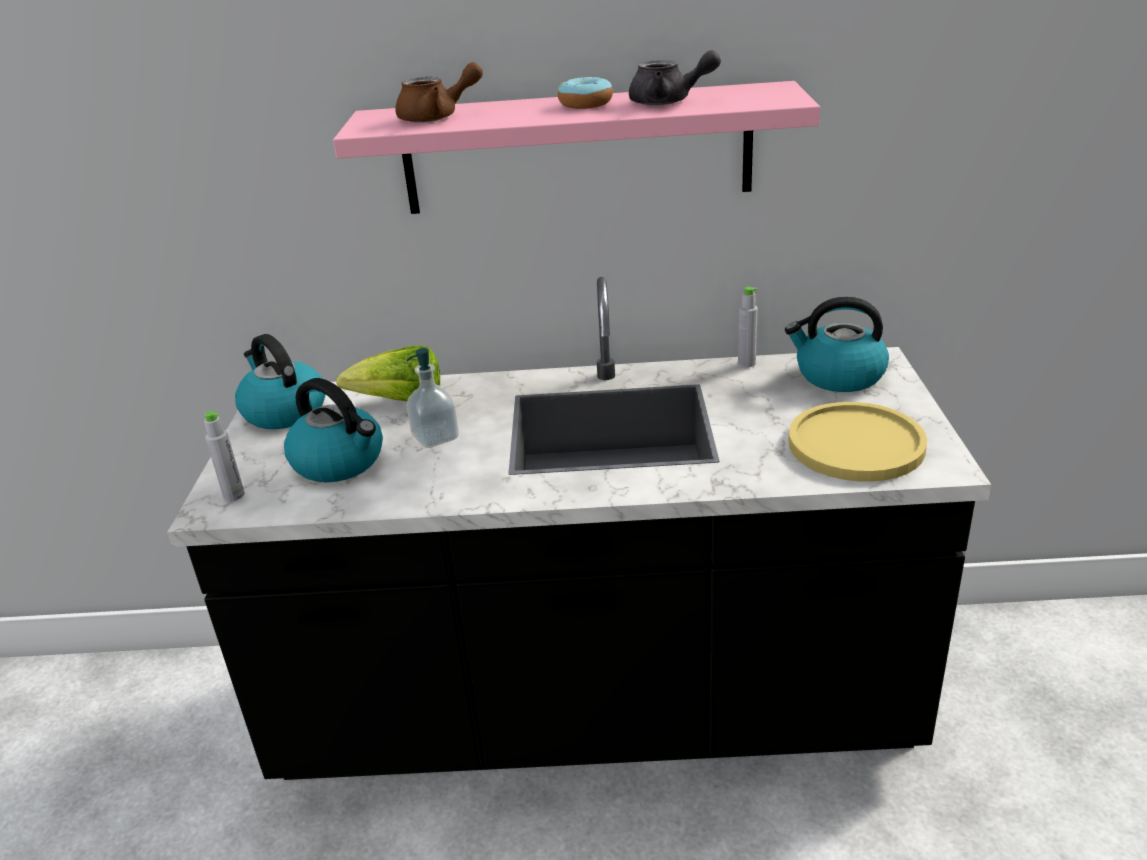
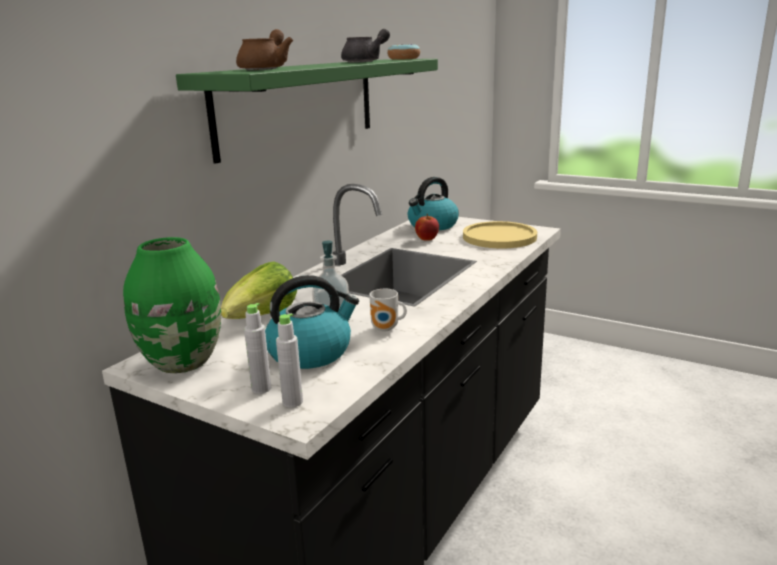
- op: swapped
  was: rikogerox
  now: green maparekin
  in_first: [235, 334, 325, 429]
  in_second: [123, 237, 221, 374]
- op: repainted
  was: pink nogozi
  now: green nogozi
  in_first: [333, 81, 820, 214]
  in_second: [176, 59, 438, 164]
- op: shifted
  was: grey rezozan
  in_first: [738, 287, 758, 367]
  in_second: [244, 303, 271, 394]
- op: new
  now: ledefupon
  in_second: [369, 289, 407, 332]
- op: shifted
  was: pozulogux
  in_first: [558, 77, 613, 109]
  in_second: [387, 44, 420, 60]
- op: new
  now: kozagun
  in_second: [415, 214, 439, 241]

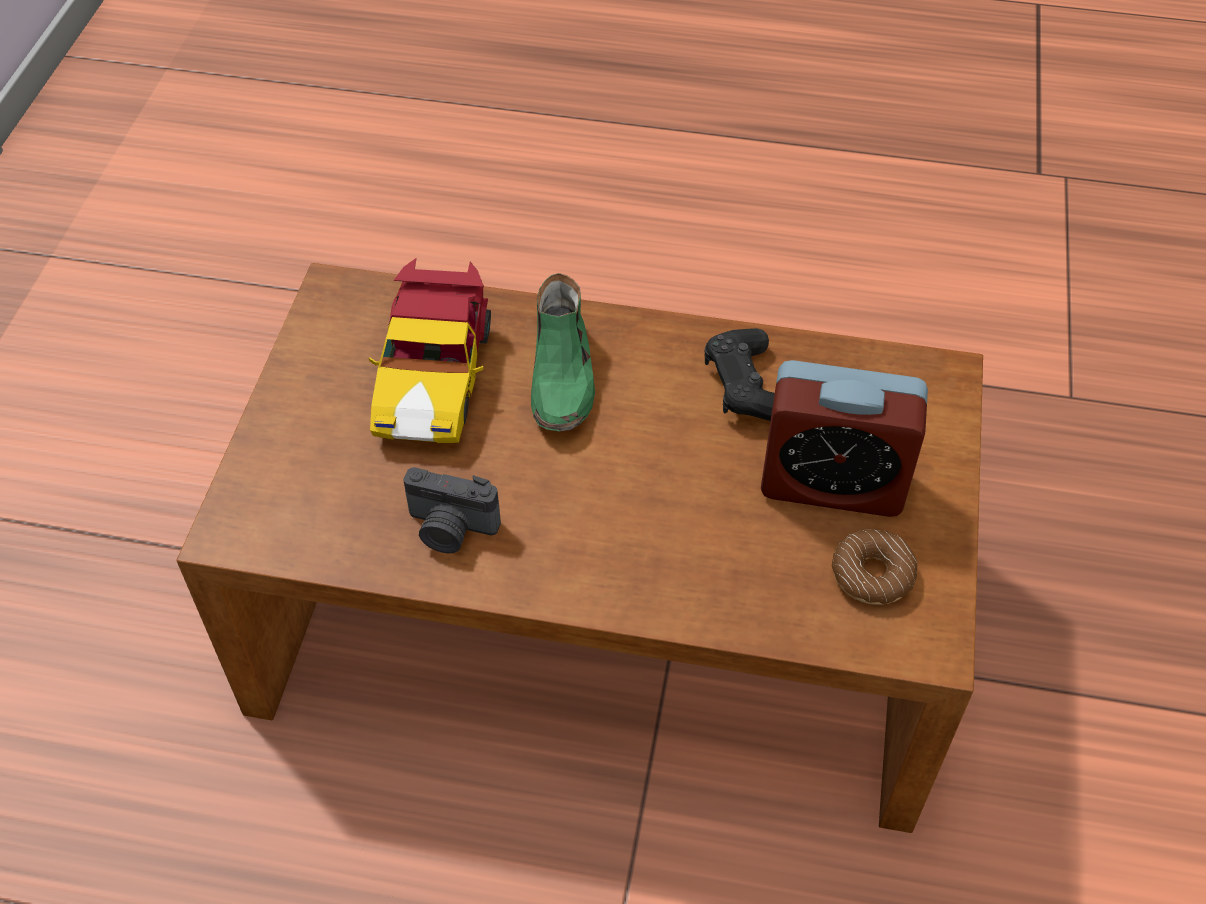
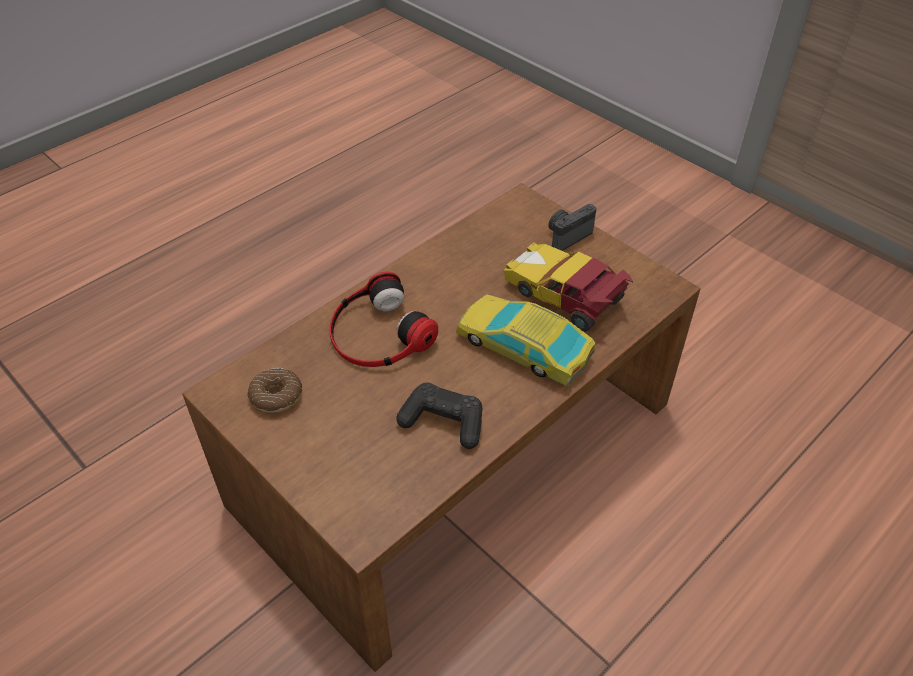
- op: new
  now: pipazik
  in_second: [330, 272, 438, 367]
- op: swapped
  was: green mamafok
  now: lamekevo
  in_first: [531, 273, 595, 431]
  in_second: [456, 294, 595, 387]
- op: shifted
  was: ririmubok
  in_first: [403, 467, 501, 553]
  in_second: [548, 204, 596, 251]
- op: gone
  was: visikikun
  in_first: [761, 360, 928, 517]

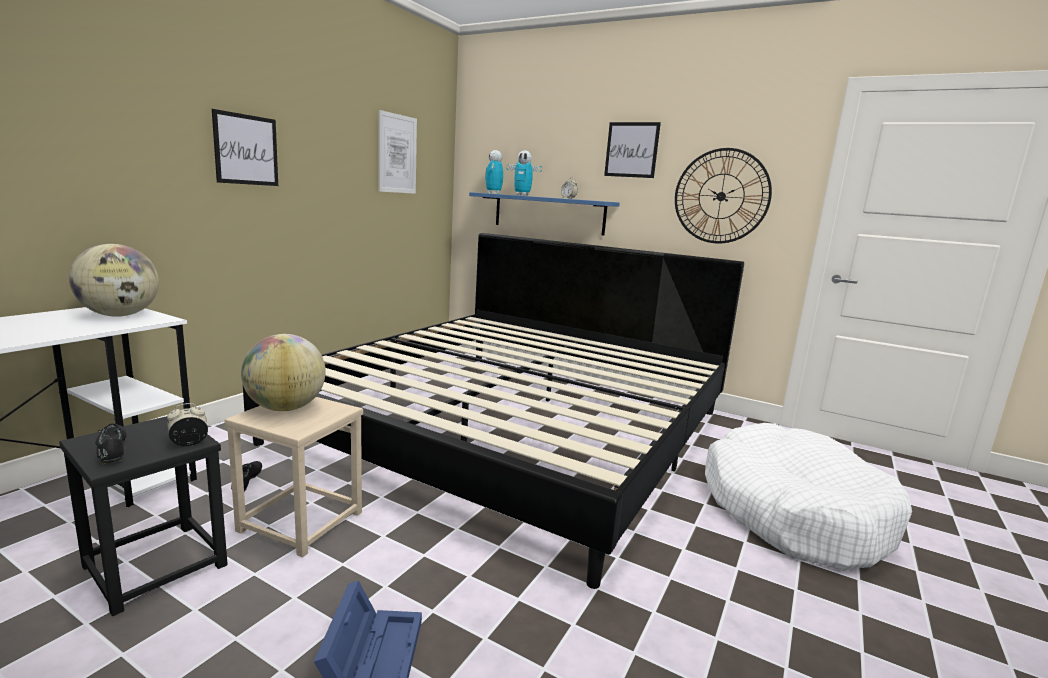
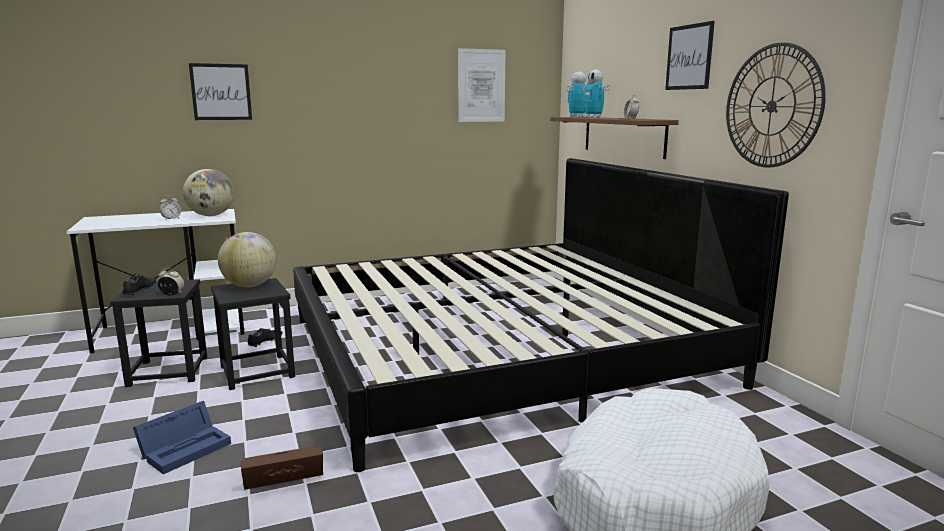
- op: new
  now: visikikun
  in_second: [160, 195, 181, 219]
- op: shifted
  was: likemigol
  in_first: [212, 109, 278, 186]
  in_second: [189, 63, 252, 120]
- op: repainted
  was: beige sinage
  now: black sinage
  in_first: [224, 397, 363, 557]
  in_second: [211, 278, 295, 390]
- op: new
  now: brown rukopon
  in_second: [241, 446, 323, 490]
- op: repainted
  was: blue nogozi
  now: brown nogozi
  in_first: [469, 192, 620, 236]
  in_second: [550, 117, 679, 159]

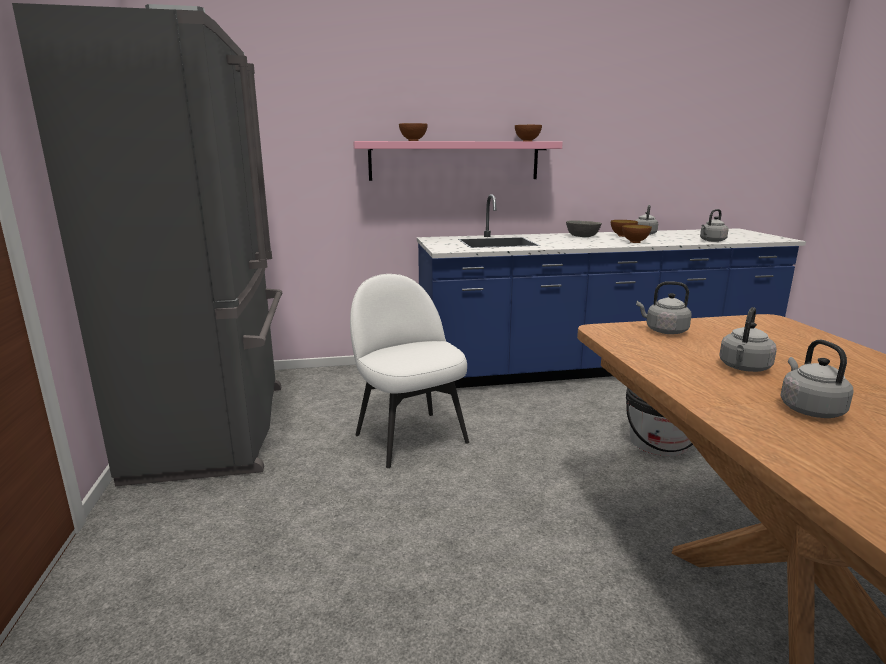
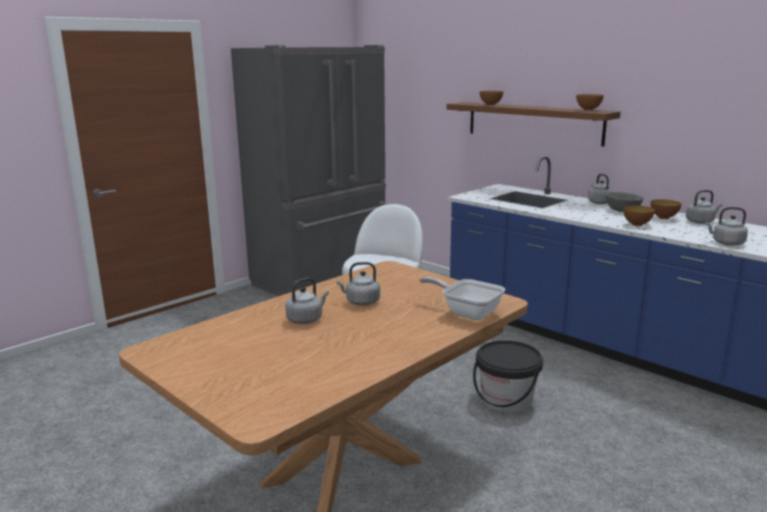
- op: new
  now: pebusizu
  in_second: [419, 277, 505, 320]
- op: repainted
  was: pink nogozi
  now: brown nogozi
  in_first: [353, 141, 563, 181]
  in_second: [447, 102, 620, 146]
- op: shifted
  was: grey rikogerox
  in_first: [636, 281, 692, 334]
  in_second: [588, 174, 613, 204]

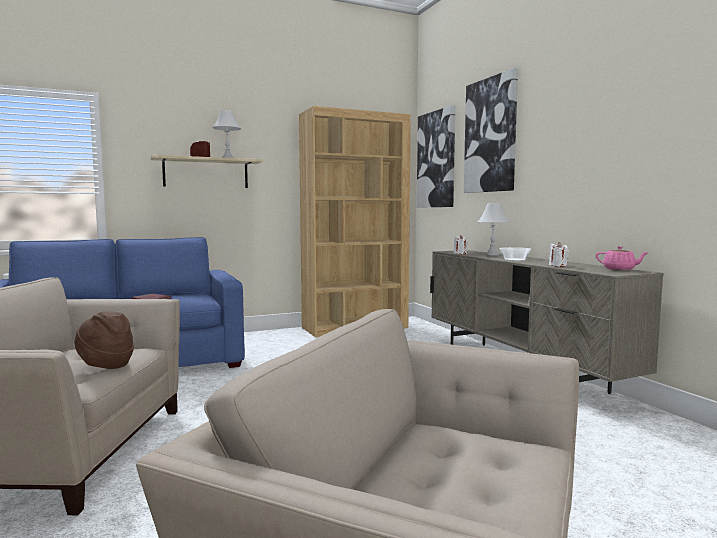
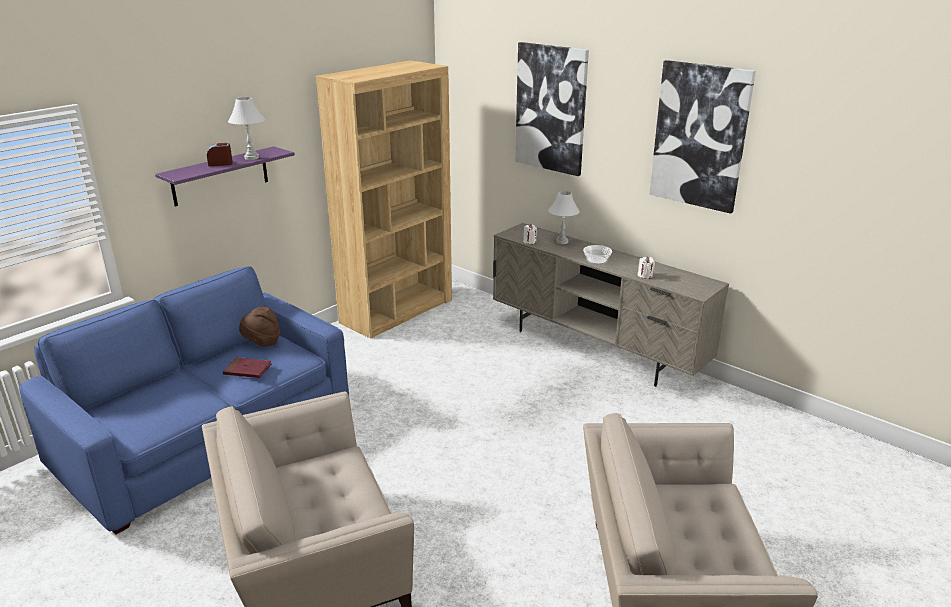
- op: repainted
  was: beige nogozi
  now: purple nogozi
  in_first: [151, 155, 263, 188]
  in_second: [155, 146, 295, 207]
- op: shifted
  was: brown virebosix
  in_first: [74, 311, 134, 369]
  in_second: [239, 307, 280, 346]
- op: shifted
  was: likemigol
  in_first: [417, 105, 455, 207]
  in_second: [649, 60, 756, 214]
- op: gone
  was: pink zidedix
  in_first: [596, 246, 649, 270]

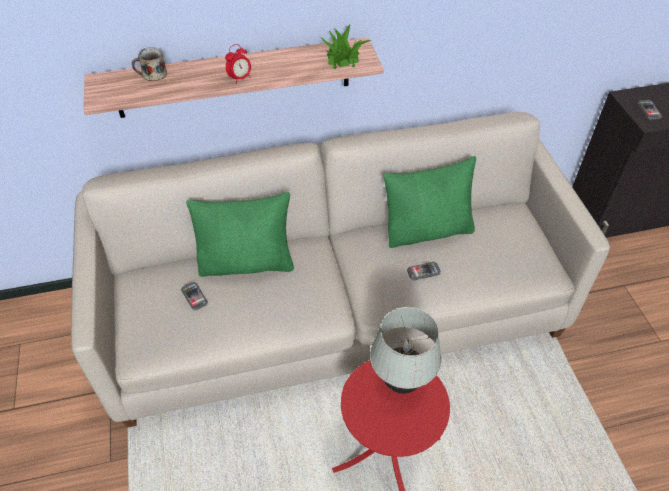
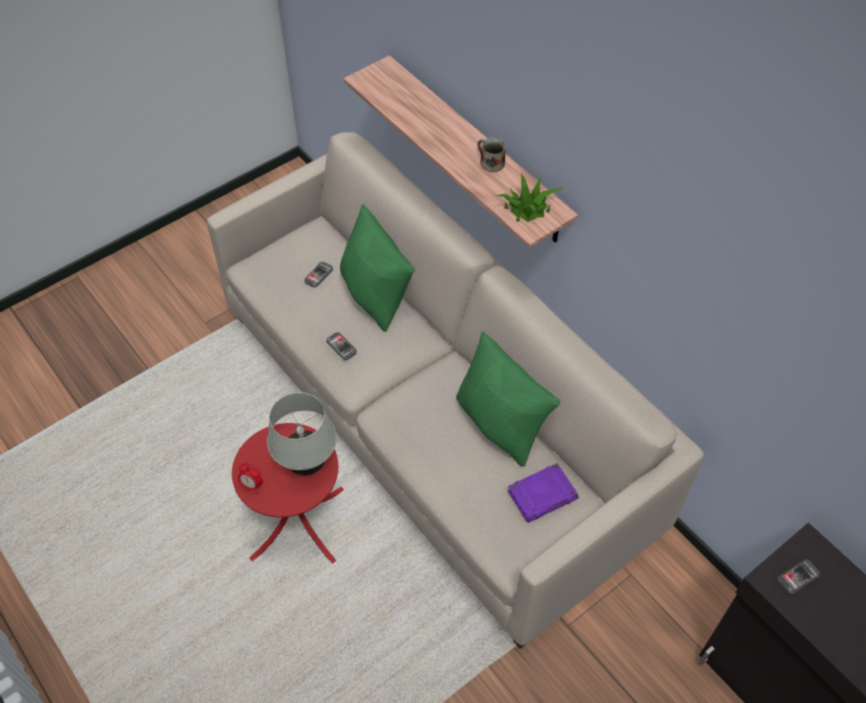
- op: shifted
  was: visikikun
  in_first: [225, 44, 251, 83]
  in_second: [238, 463, 263, 493]
- op: shifted
  was: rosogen
  in_first: [407, 262, 441, 280]
  in_second: [326, 332, 357, 360]
- op: shifted
  was: ledefupon
  in_first: [132, 47, 167, 81]
  in_second: [478, 137, 506, 172]
- op: new
  now: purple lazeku
  in_second: [507, 463, 579, 523]

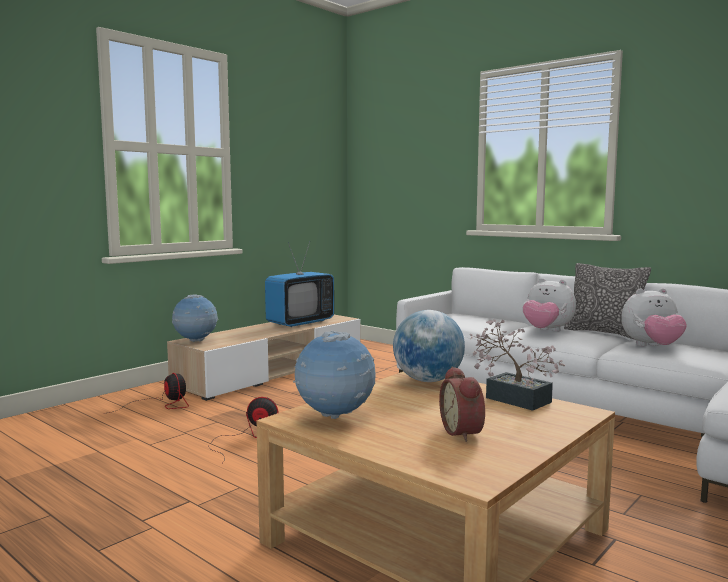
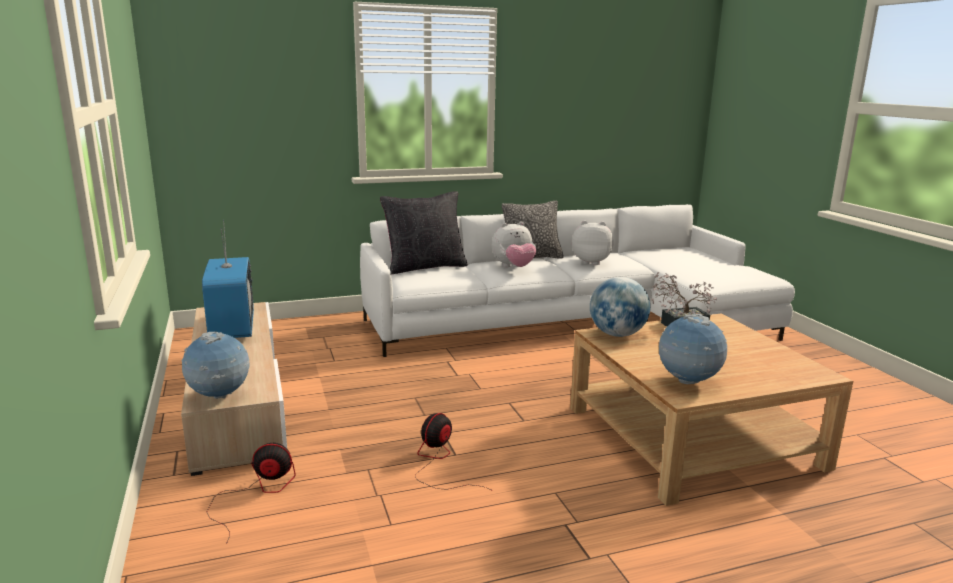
- op: new
  now: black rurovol
  in_second: [380, 192, 468, 274]
- op: rotated
  was: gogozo
  in_first: [621, 288, 687, 346]
  in_second: [572, 221, 614, 265]
  clockwise: -105
- op: gone
  was: visikikun
  in_first: [439, 367, 485, 442]

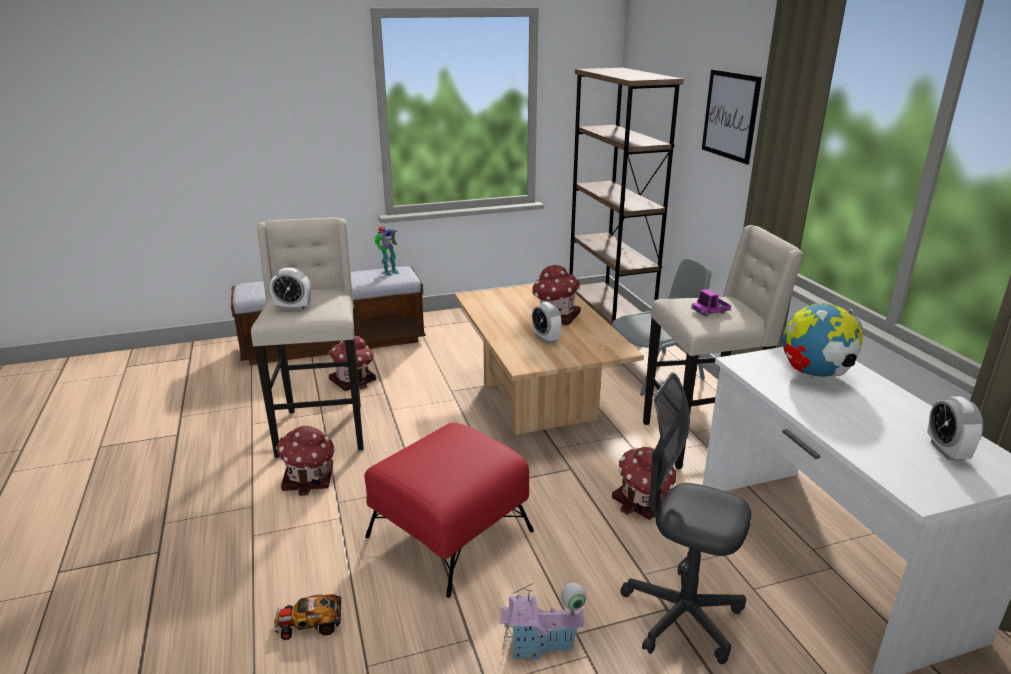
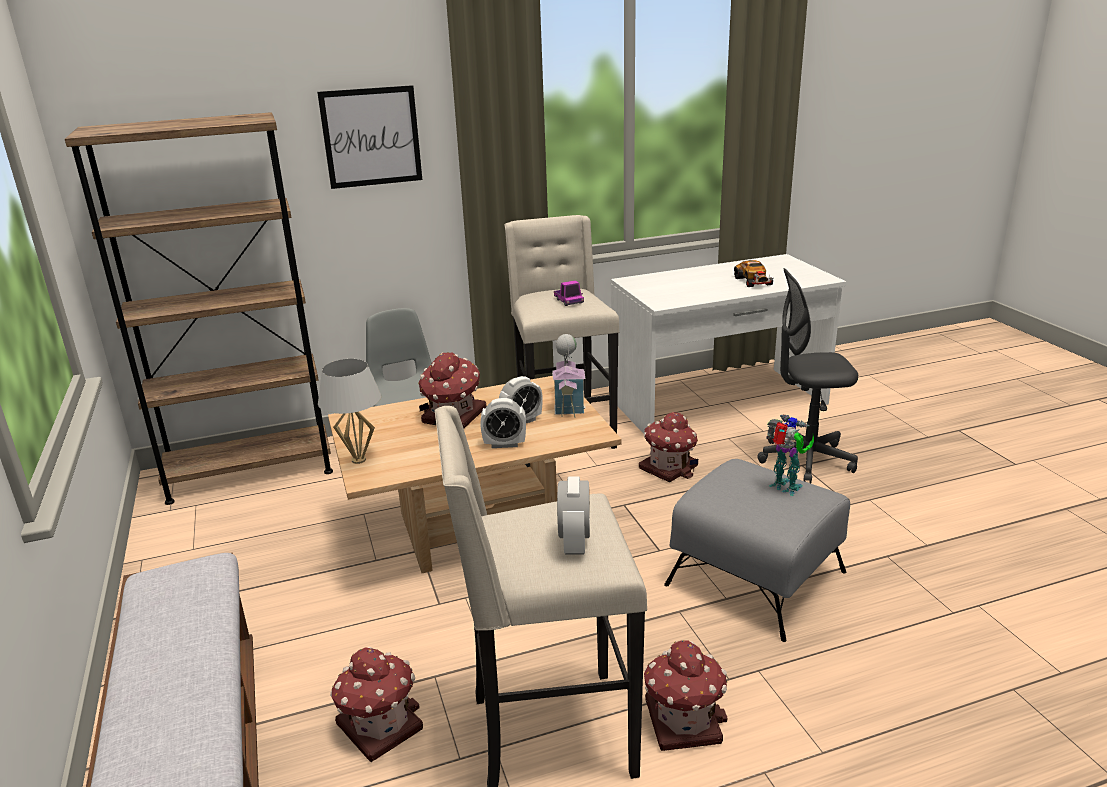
- op: new
  now: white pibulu
  in_second: [318, 359, 381, 464]
- op: shifted
  was: visikikun
  in_first: [927, 396, 983, 460]
  in_second: [480, 398, 526, 448]
- op: shifted
  was: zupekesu
  in_first: [499, 583, 586, 661]
  in_second: [552, 334, 585, 418]
- op: repainted
  was: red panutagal
  now: grey panutagal
  in_first: [364, 423, 534, 598]
  in_second: [664, 459, 850, 642]
- op: shifted
  was: lamekevo
  in_first: [274, 594, 341, 640]
  in_second: [734, 260, 773, 287]
- op: rotated
  was: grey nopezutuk
  in_first: [621, 373, 751, 664]
  in_second: [757, 268, 858, 483]
  clockwise: 60
- op: shifted
  was: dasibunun
  in_first: [374, 227, 400, 276]
  in_second: [766, 415, 814, 496]
- op: gone
  was: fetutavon
  in_first: [782, 303, 864, 377]

